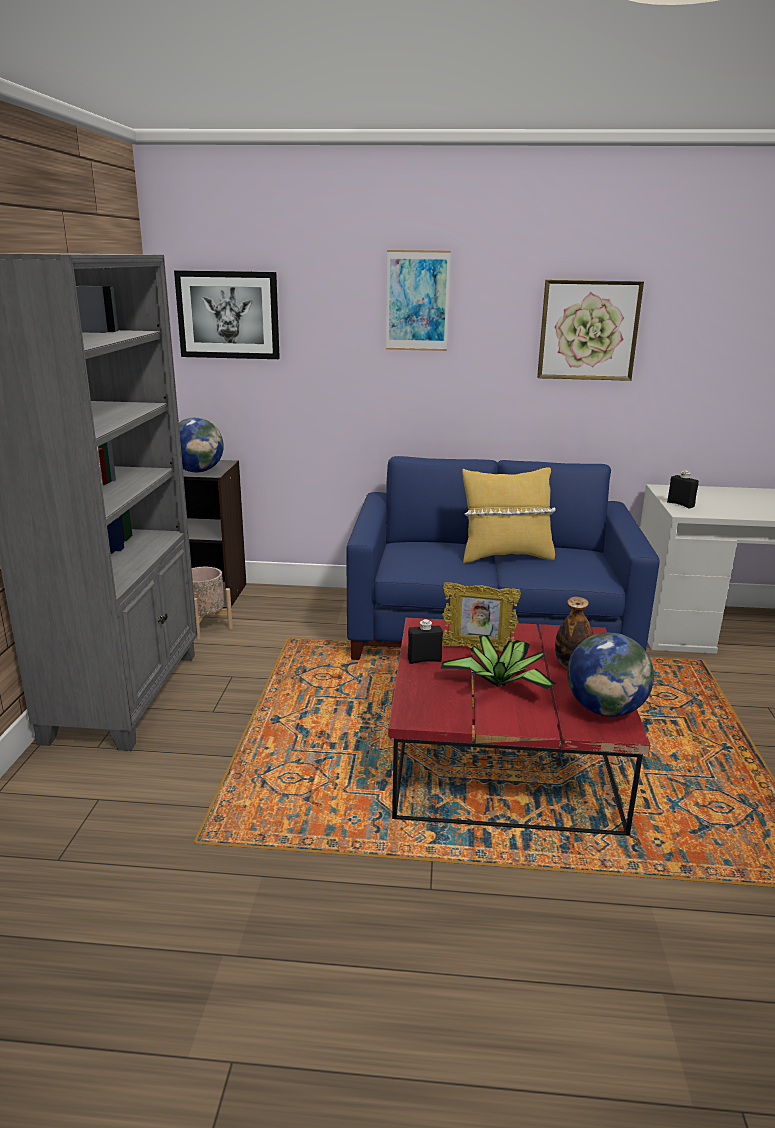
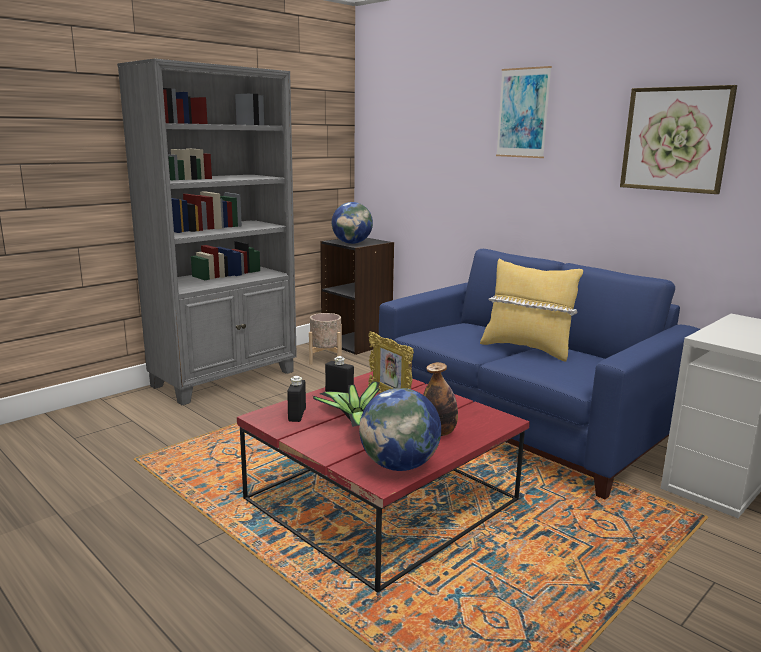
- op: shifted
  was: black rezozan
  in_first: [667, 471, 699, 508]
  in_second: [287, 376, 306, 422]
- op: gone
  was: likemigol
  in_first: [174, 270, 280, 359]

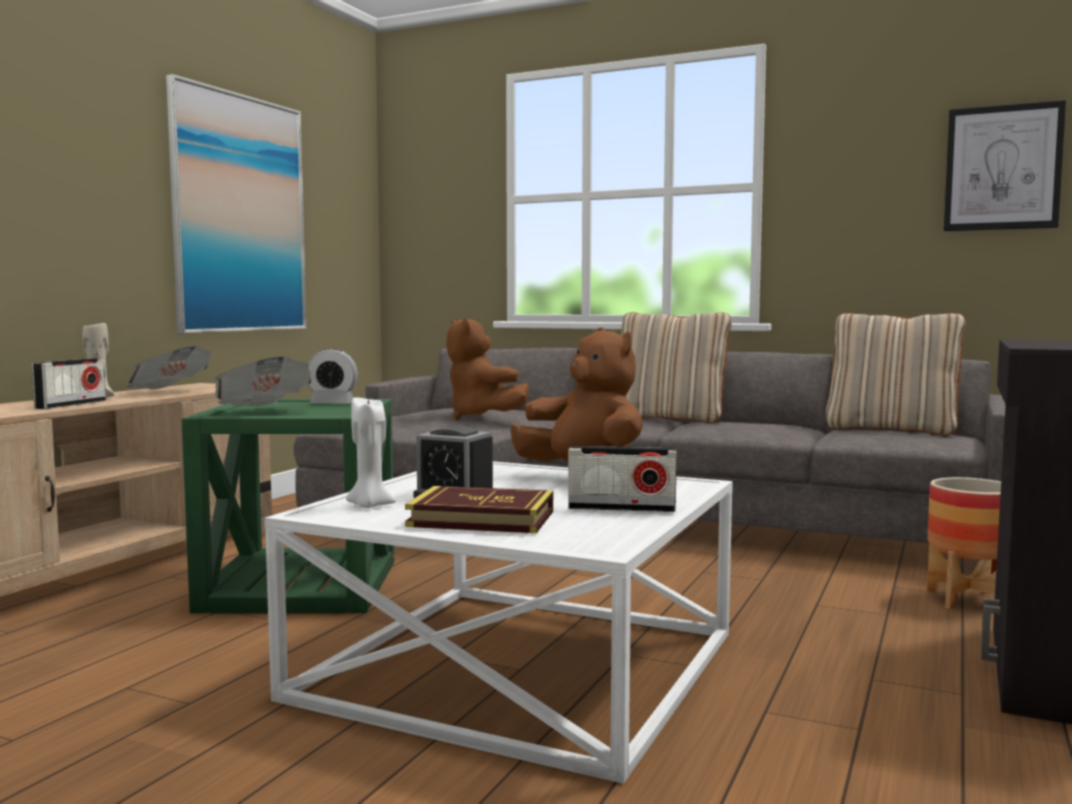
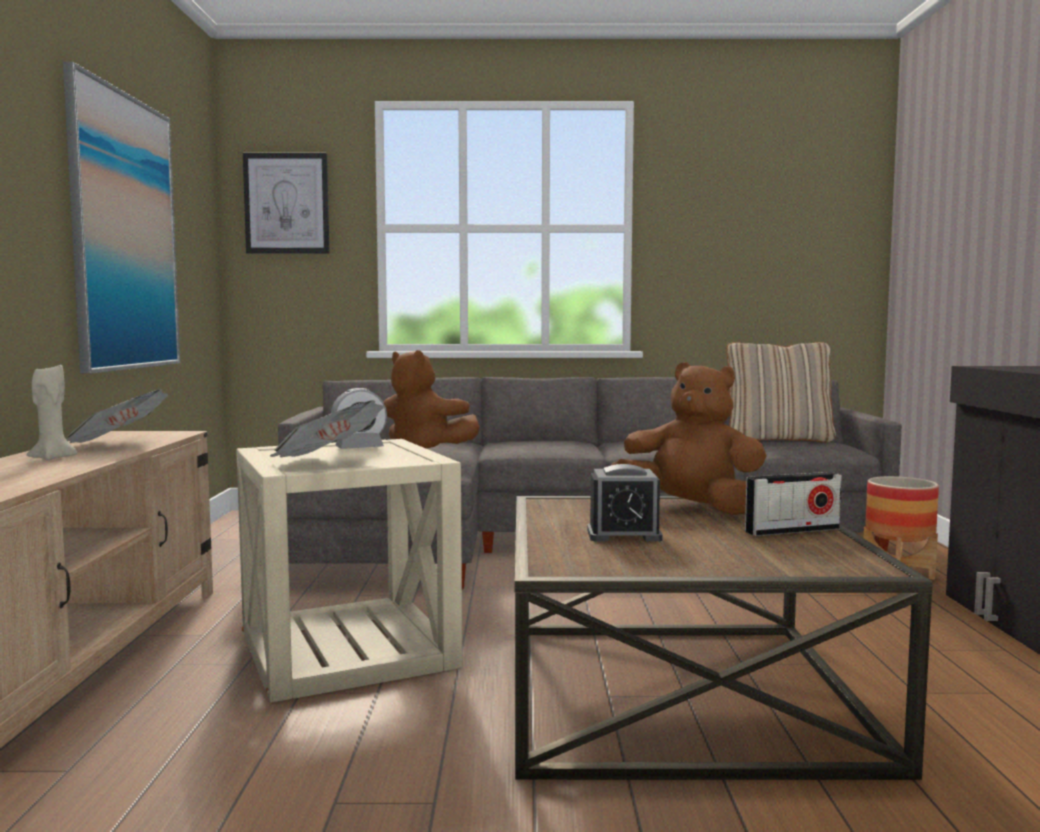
- op: repainted
  was: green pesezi
  now: beige pesezi
  in_first: [182, 399, 395, 613]
  in_second: [236, 439, 462, 702]
- op: shifted
  was: likemigol
  in_first: [944, 100, 1066, 231]
  in_second: [243, 153, 330, 254]
- op: repainted
  was: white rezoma
  now: brown rezoma
  in_first: [264, 461, 733, 784]
  in_second: [515, 496, 933, 780]
- op: gone
  was: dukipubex
  in_first: [32, 358, 106, 409]
- op: gone
  was: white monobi
  in_first: [346, 395, 396, 508]
- op: gone
  was: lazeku
  in_first: [405, 486, 553, 533]
- op: gone
  was: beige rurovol
  in_first: [621, 312, 731, 423]

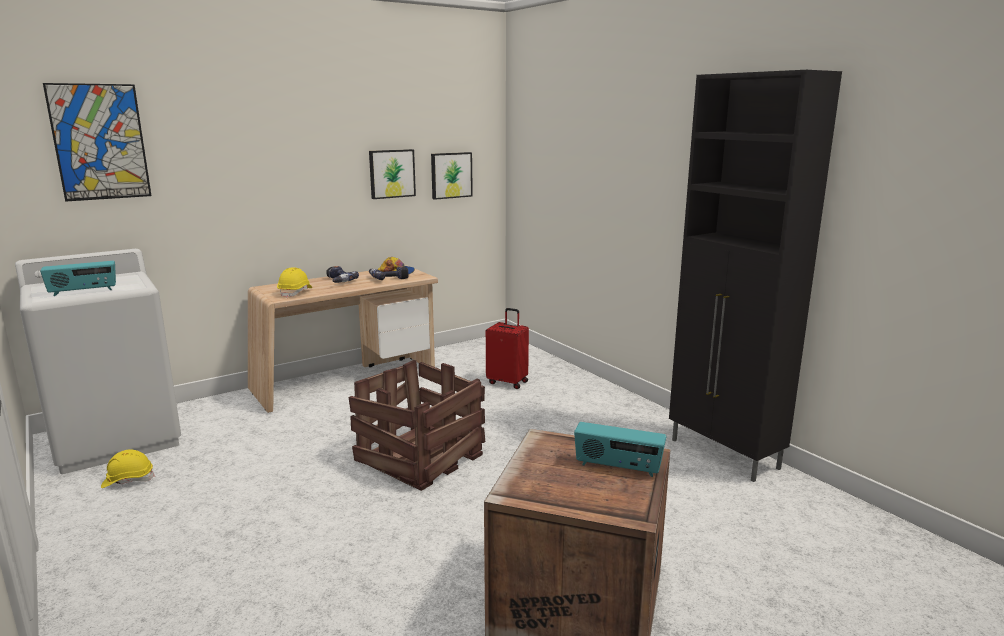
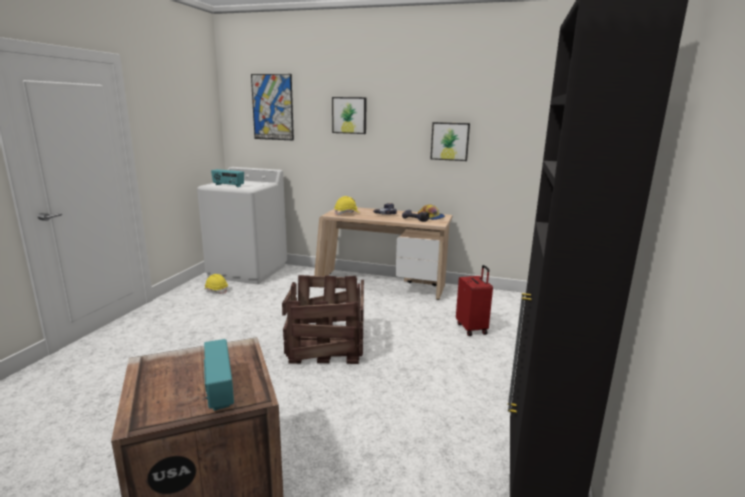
- op: shifted
  was: likemigol
  in_first: [431, 152, 473, 200]
  in_second: [332, 97, 367, 134]

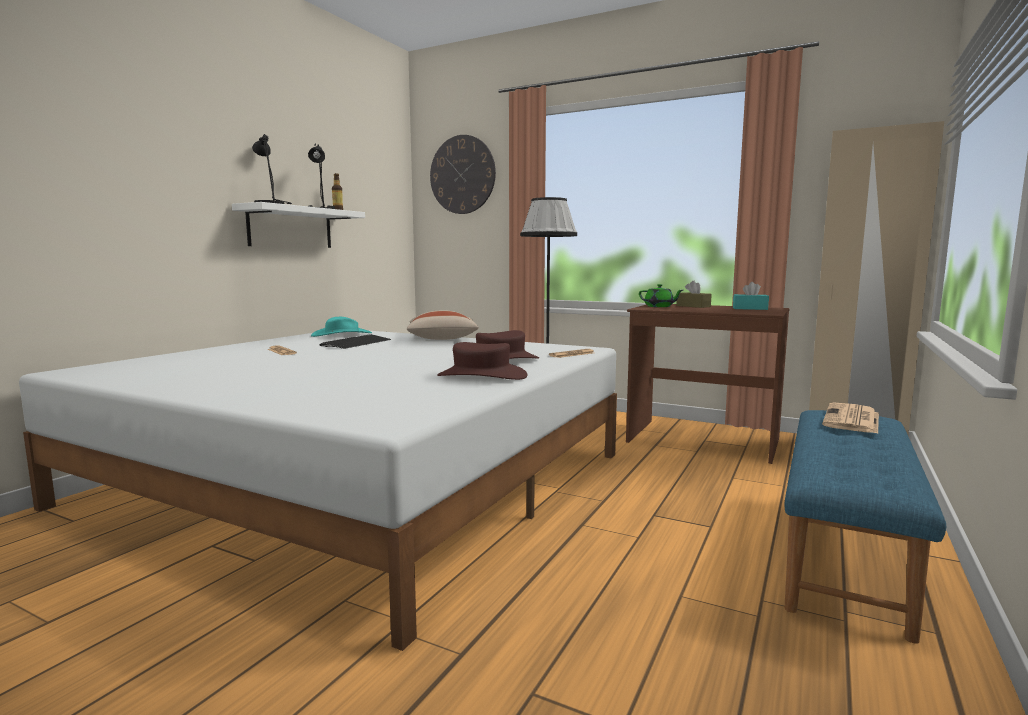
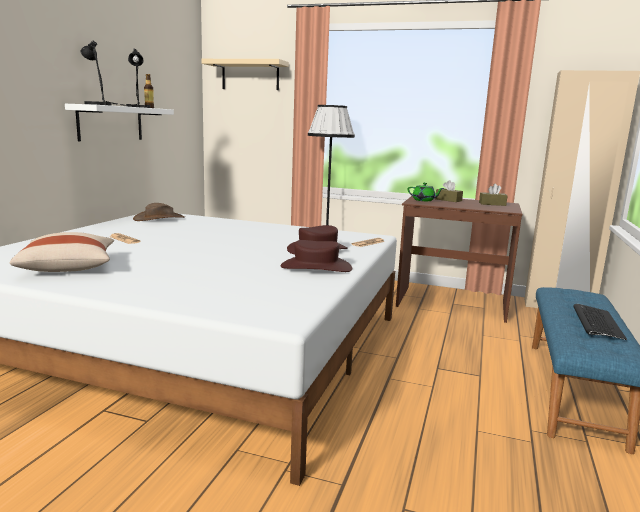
- op: shifted
  was: beige rurovol
  in_first: [407, 310, 479, 340]
  in_second: [10, 232, 114, 272]
- op: repainted
  was: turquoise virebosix
  now: brown virebosix
  in_first: [311, 317, 372, 337]
  in_second: [133, 203, 185, 221]
- op: swapped
  was: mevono
  now: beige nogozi
  in_first: [430, 135, 496, 214]
  in_second: [201, 59, 289, 90]
- op: repainted
  was: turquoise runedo
  now: brown runedo
  in_first: [733, 282, 769, 310]
  in_second: [479, 184, 508, 206]
- op: shifted
  was: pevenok
  in_first: [319, 334, 391, 349]
  in_second: [574, 304, 627, 340]
- op: gone
  was: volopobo
  in_first: [822, 403, 879, 434]

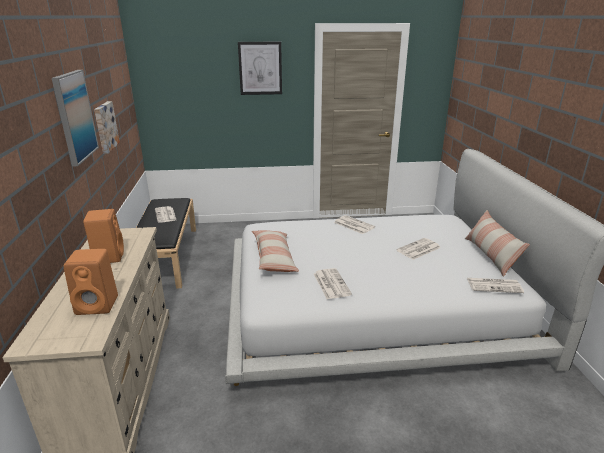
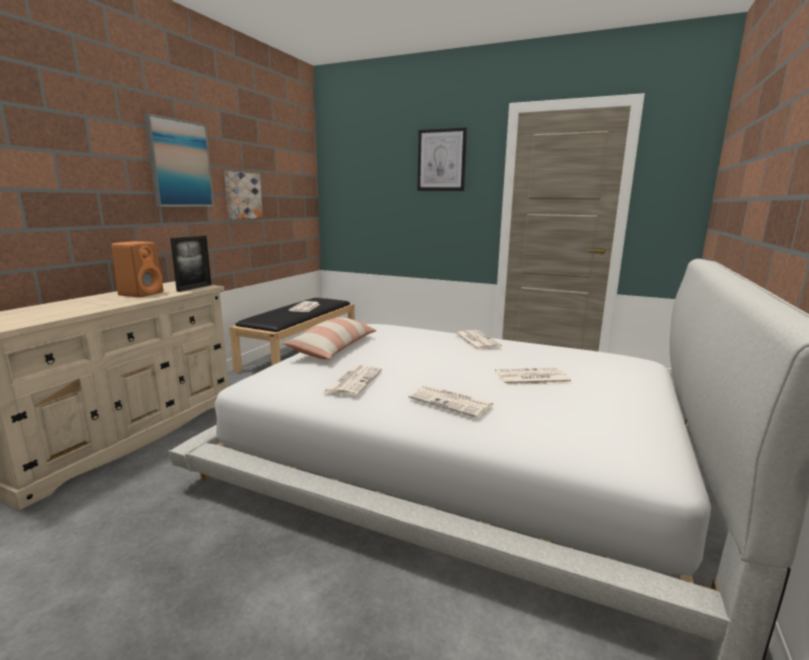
- op: new
  now: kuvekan
  in_second: [170, 235, 212, 292]
- op: shifted
  was: volopobo
  in_first: [467, 278, 524, 293]
  in_second: [408, 385, 494, 418]
- op: gone
  was: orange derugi
  in_first: [64, 249, 118, 315]
- op: gone
  was: rurovol
  in_first: [465, 210, 530, 277]

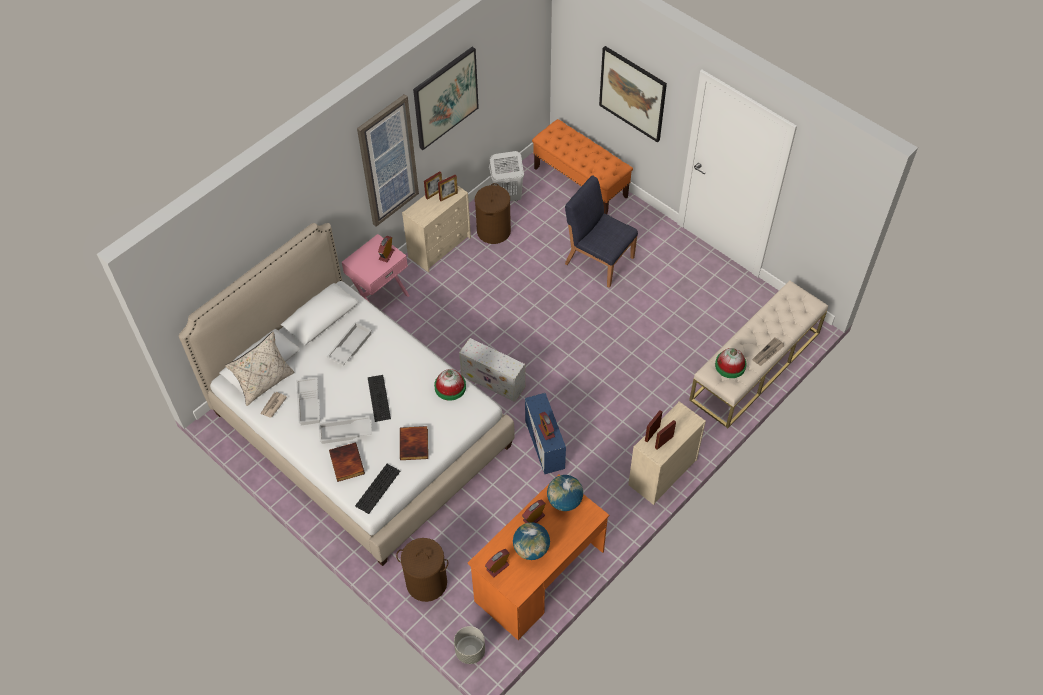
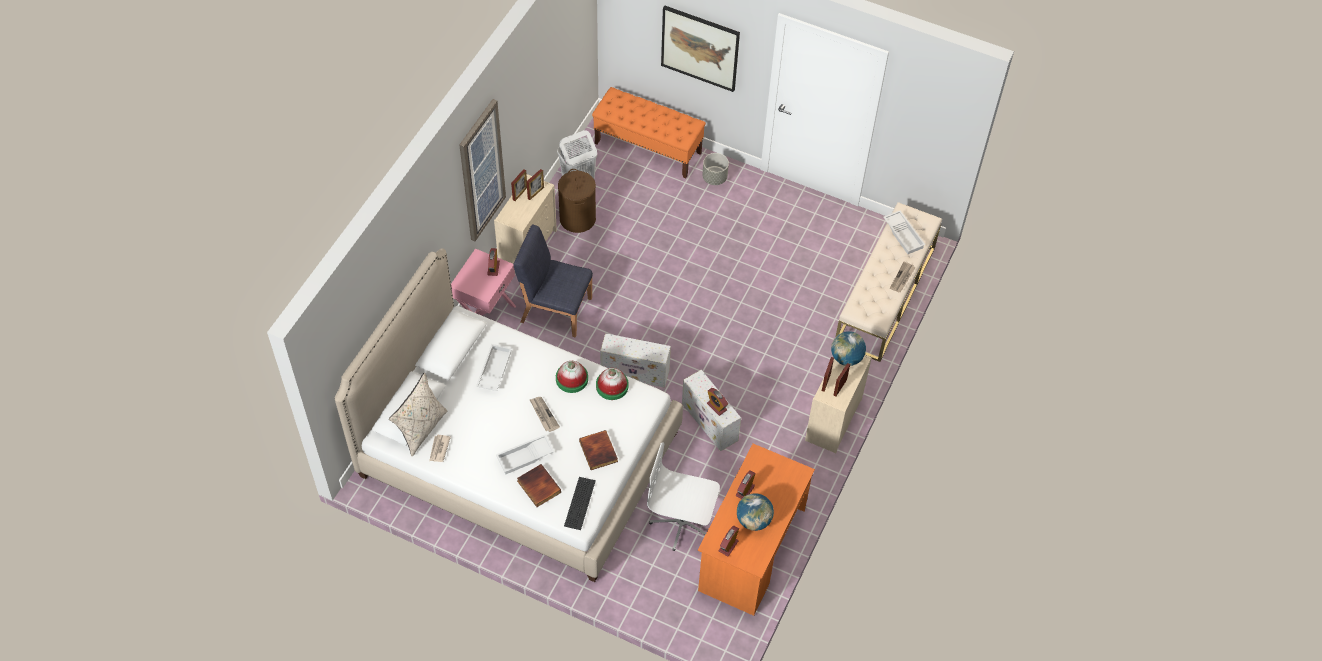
- op: shifted
  was: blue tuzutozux
  in_first: [565, 175, 638, 288]
  in_second: [513, 224, 593, 337]
- op: swapped
  was: pevenok
  now: volopobo
  in_first: [367, 375, 391, 422]
  in_second: [529, 397, 560, 432]
- op: shifted
  was: virebosix
  in_first: [715, 348, 747, 378]
  in_second: [556, 361, 588, 393]
- op: new
  now: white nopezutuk
  in_second: [647, 442, 720, 551]
- op: repainted
  was: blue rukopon
  now: white rukopon
  in_first: [525, 393, 566, 474]
  in_second: [682, 370, 741, 451]
- op: shifted
  was: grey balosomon
  in_first: [454, 626, 485, 664]
  in_second: [702, 153, 729, 185]
- op: shifted
  was: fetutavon
  in_first: [547, 475, 583, 511]
  in_second: [831, 331, 866, 366]
- op: shifted
  was: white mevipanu
  in_first: [296, 377, 320, 425]
  in_second: [883, 211, 925, 254]
- op: gone
  was: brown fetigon
  in_first: [396, 538, 448, 602]
- op: gone
  was: likemigol
  in_first: [413, 47, 479, 150]

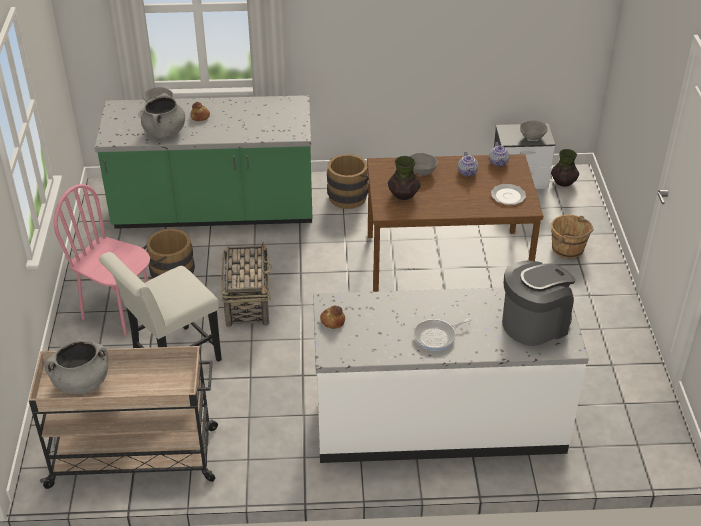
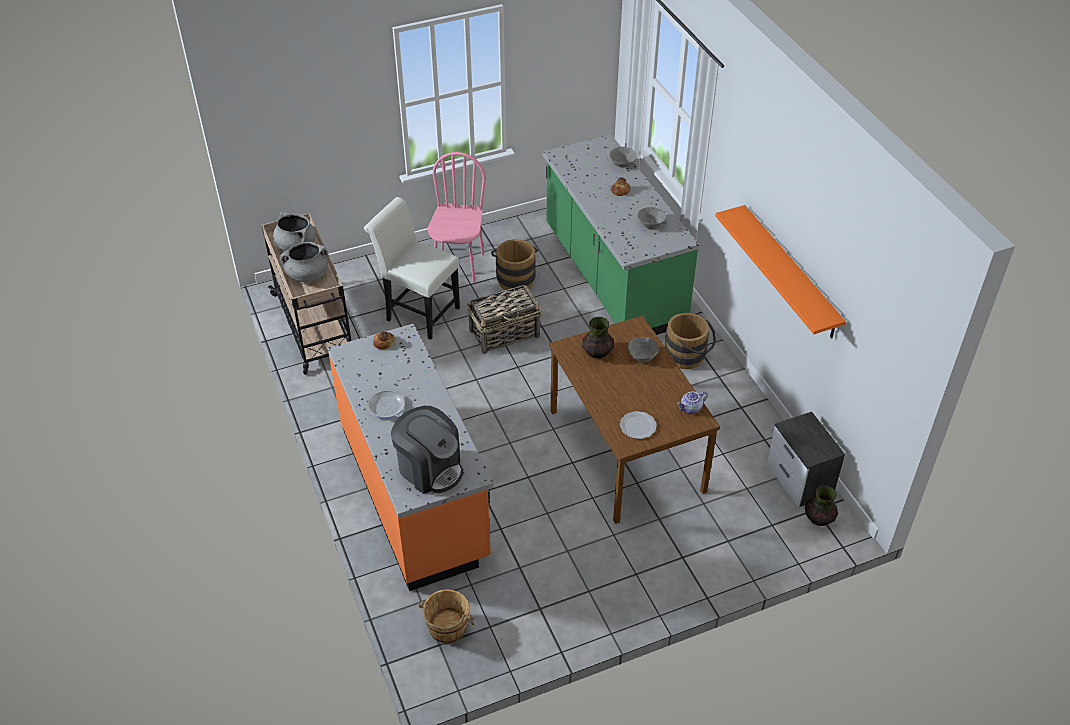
- op: shifted
  was: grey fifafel
  in_first: [141, 93, 185, 138]
  in_second: [280, 242, 328, 282]
- op: repainted
  was: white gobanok
  now: orange gobanok
  in_first: [313, 288, 589, 463]
  in_second: [328, 324, 494, 591]
- op: shifted
  was: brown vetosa
  in_first: [551, 215, 593, 259]
  in_second: [418, 589, 475, 644]
- op: shifted
  was: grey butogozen
  in_first: [520, 120, 548, 140]
  in_second: [637, 207, 666, 229]
- op: new
  now: orange nogozi
  in_second: [715, 205, 846, 339]
- op: gone
  was: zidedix
  in_first: [458, 152, 478, 177]

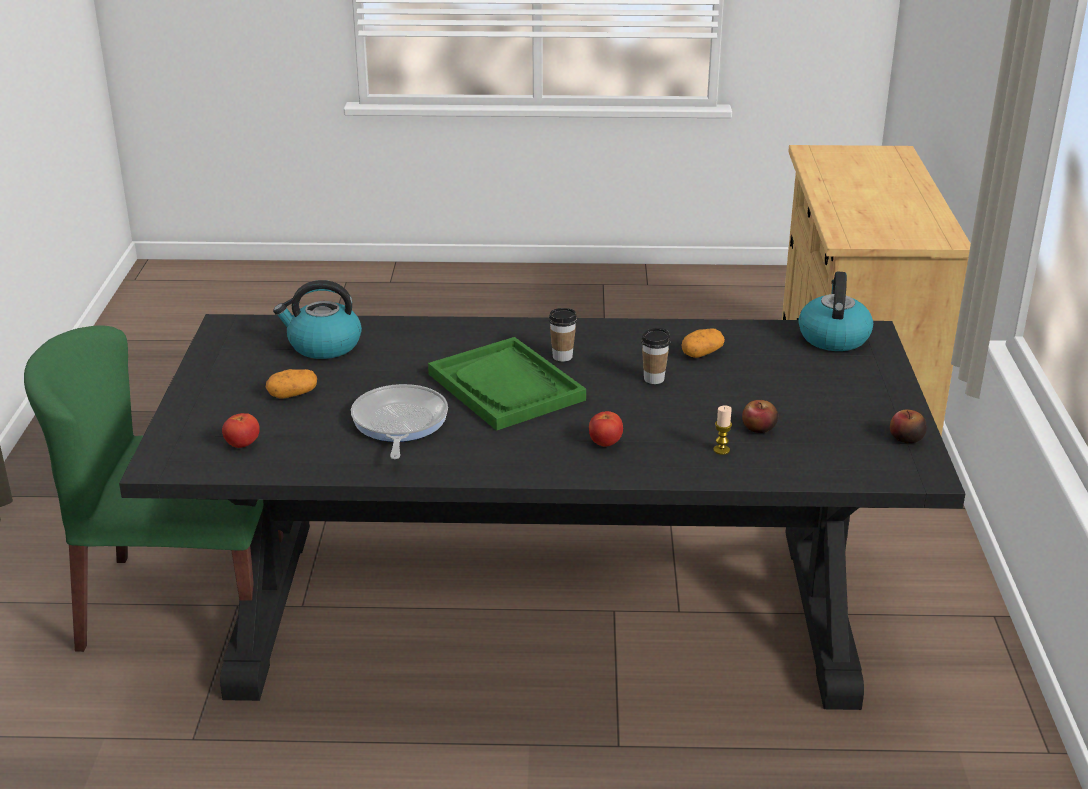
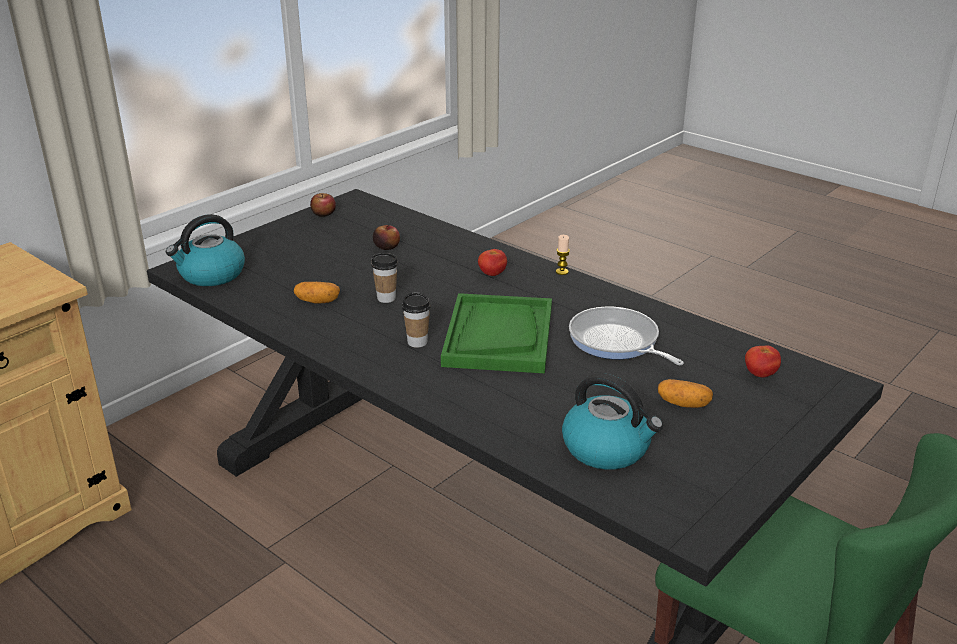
- op: shifted
  was: monobi
  in_first: [713, 405, 732, 455]
  in_second: [556, 235, 570, 275]
- op: rotated
  was: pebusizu
  in_first: [351, 384, 448, 459]
  in_second: [569, 307, 684, 365]
  clockwise: 105

